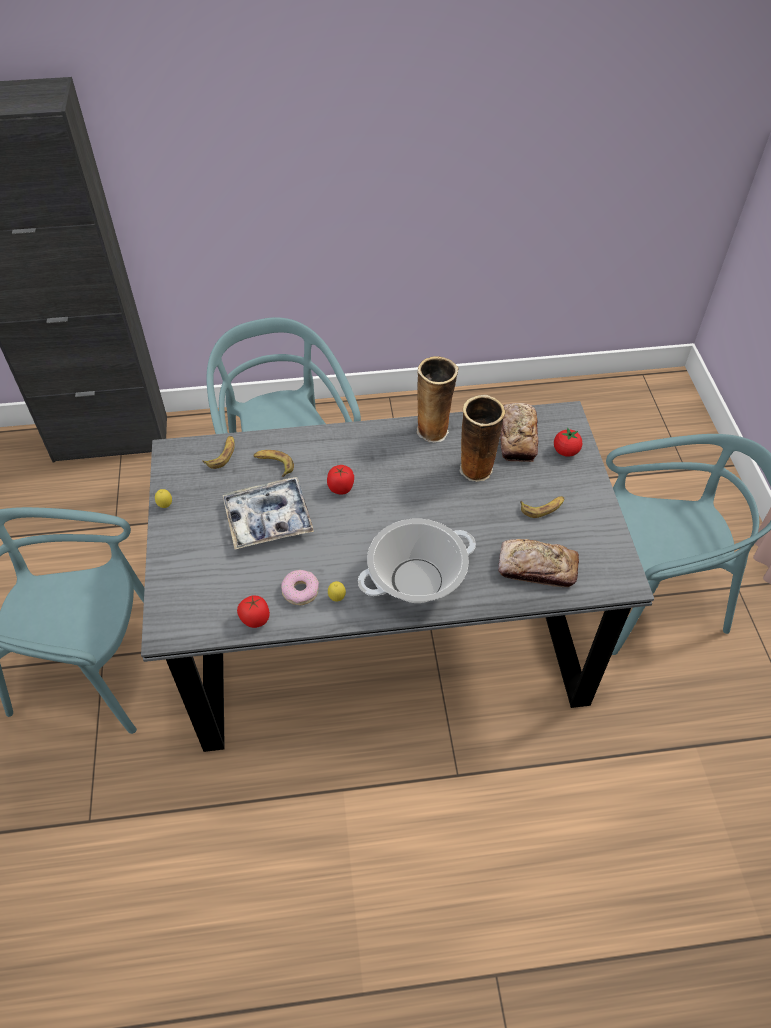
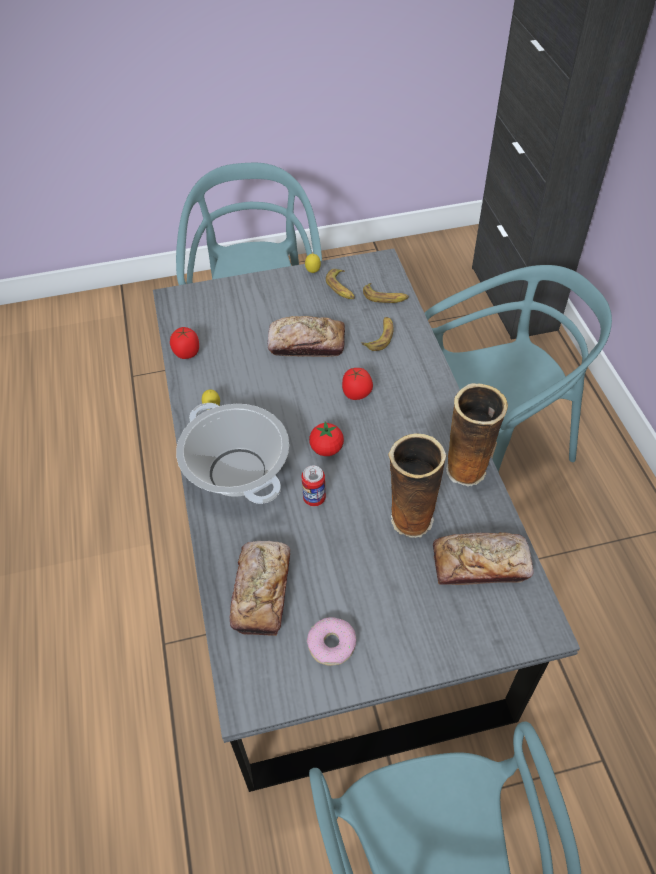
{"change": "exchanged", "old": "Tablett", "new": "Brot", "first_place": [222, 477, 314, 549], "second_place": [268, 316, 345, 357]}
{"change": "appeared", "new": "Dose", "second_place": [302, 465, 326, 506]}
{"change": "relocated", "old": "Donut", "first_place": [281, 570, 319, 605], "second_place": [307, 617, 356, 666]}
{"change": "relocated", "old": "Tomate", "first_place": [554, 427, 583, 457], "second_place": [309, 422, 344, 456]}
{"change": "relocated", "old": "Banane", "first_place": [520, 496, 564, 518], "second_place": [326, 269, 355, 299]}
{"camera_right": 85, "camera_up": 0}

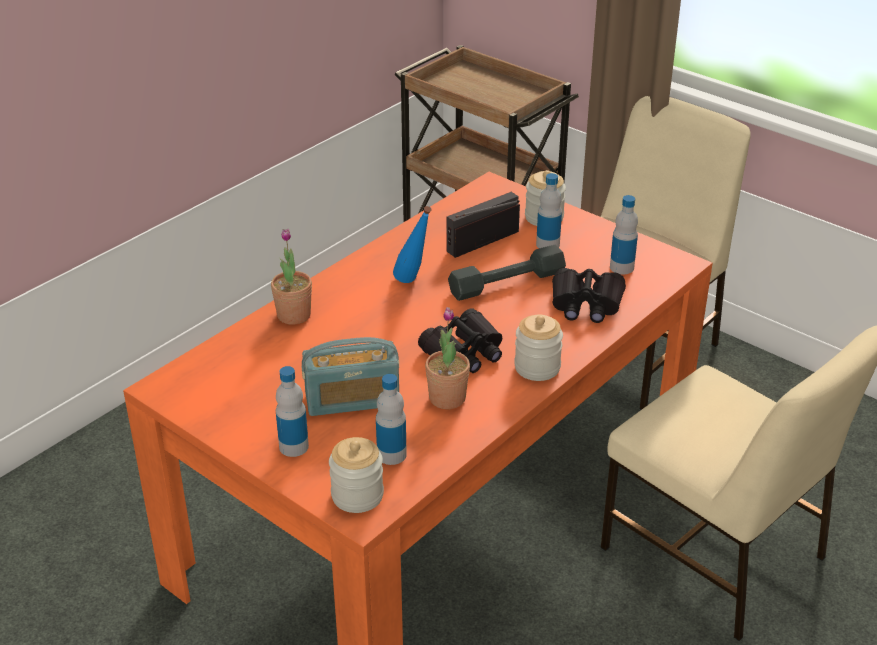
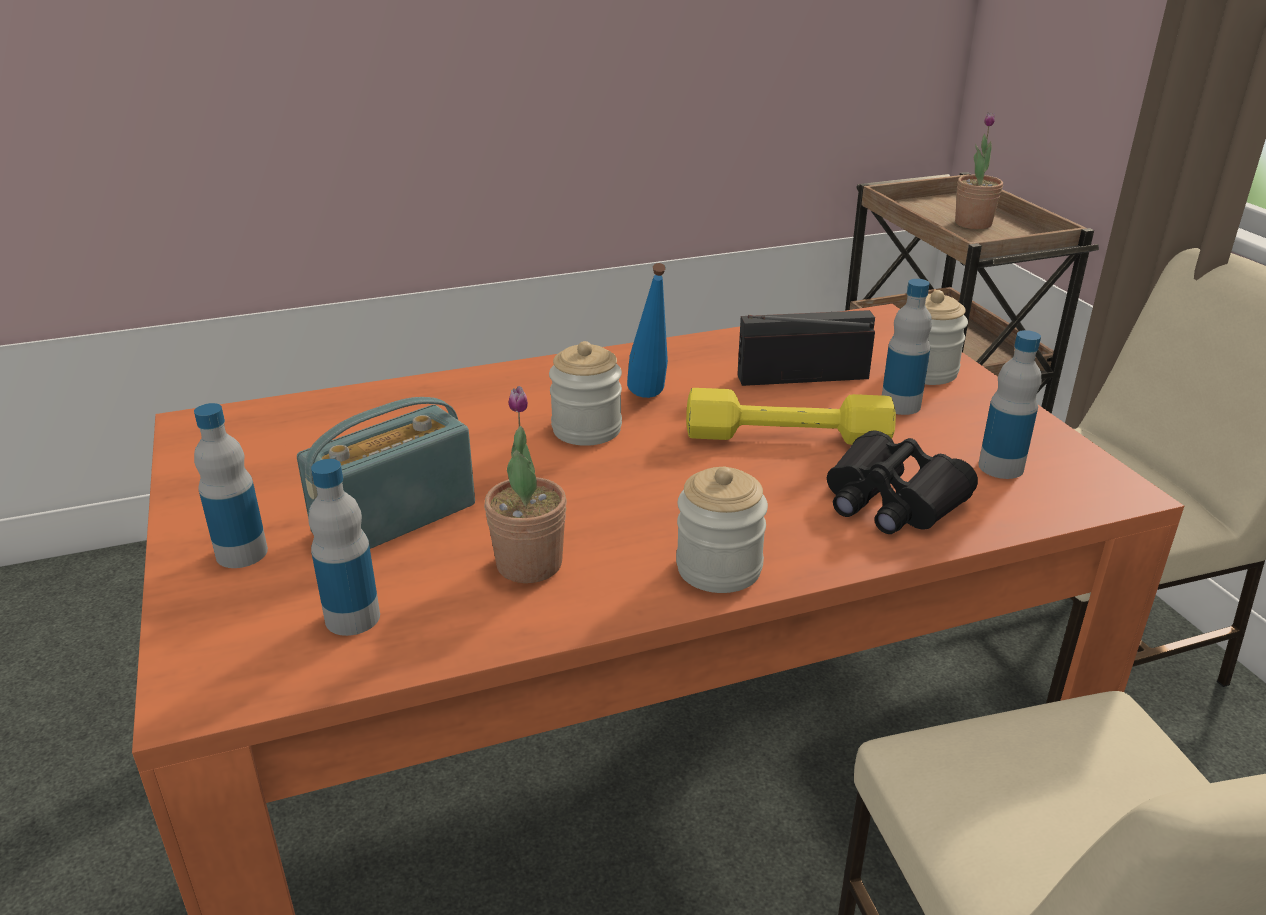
{"change": "spun", "old": "Radio", "first_place": [302, 337, 399, 416], "second_place": [297, 397, 475, 549], "degrees": 120}
{"change": "relocated", "old": "Vorratsglas", "first_place": [329, 437, 384, 513], "second_place": [549, 341, 622, 446]}
{"change": "colour", "old": "Hantel (grau)", "new": "Hantel (gelb)", "first_place": [448, 245, 566, 301], "second_place": [686, 388, 896, 445]}
{"change": "relocated", "old": "Topfpflanze", "first_place": [271, 228, 312, 325], "second_place": [955, 112, 1003, 229]}
{"change": "missing", "old": "Fernglas (schwarz)", "first_place": [418, 308, 502, 373]}
{"camera_right": 30, "camera_up": -5}

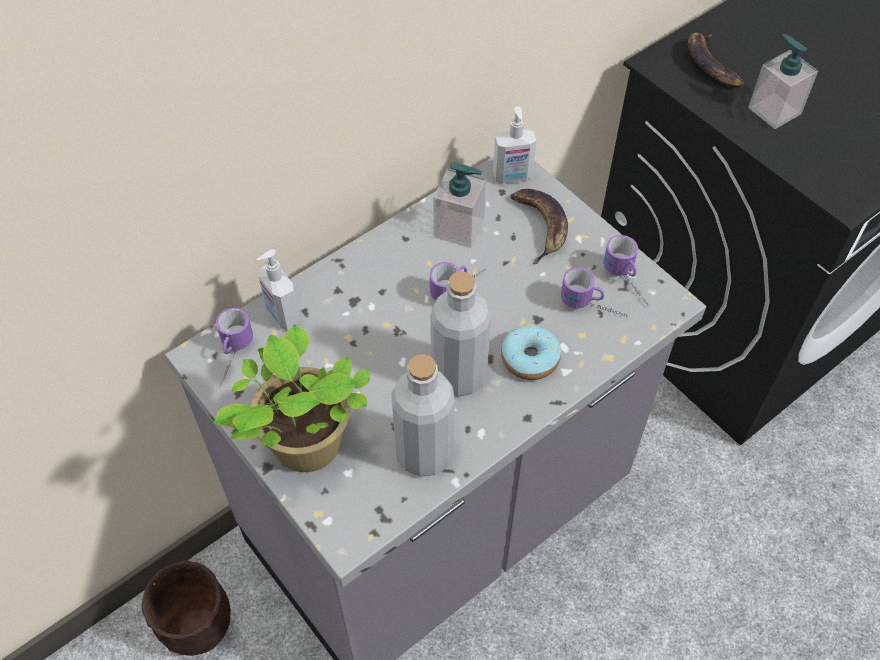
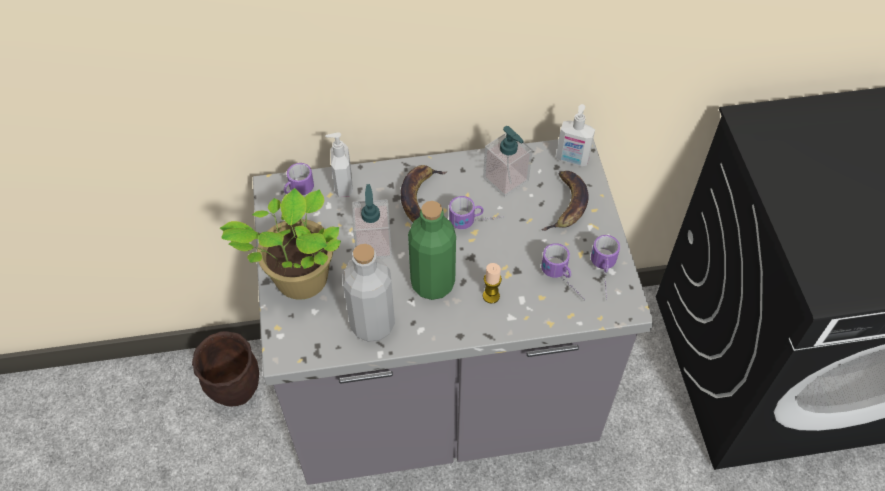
{"change": "relocated", "old": "Seifenspender", "first_place": [748, 34, 818, 129], "second_place": [352, 184, 392, 259]}
{"change": "relocated", "old": "Banane", "first_place": [688, 33, 744, 87], "second_place": [401, 165, 447, 222]}
{"change": "colour", "old": "Flasche (grau)", "new": "Flasche (grün)", "first_place": [430, 271, 491, 397], "second_place": [408, 201, 456, 300]}
{"change": "exchanged", "old": "Donut", "new": "Kerze", "first_place": [501, 325, 561, 380], "second_place": [483, 263, 502, 304]}
{"camera_right": 30, "camera_up": 0}

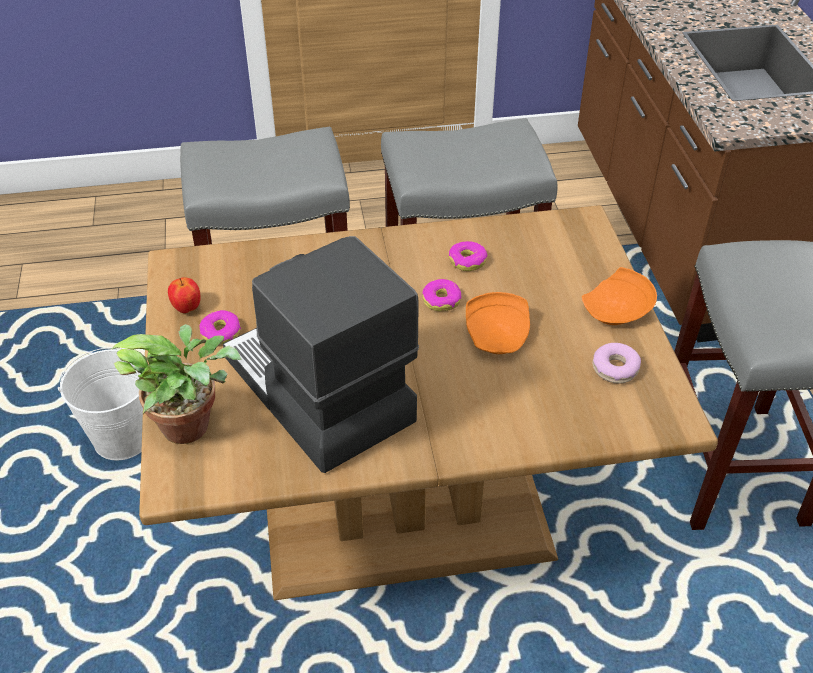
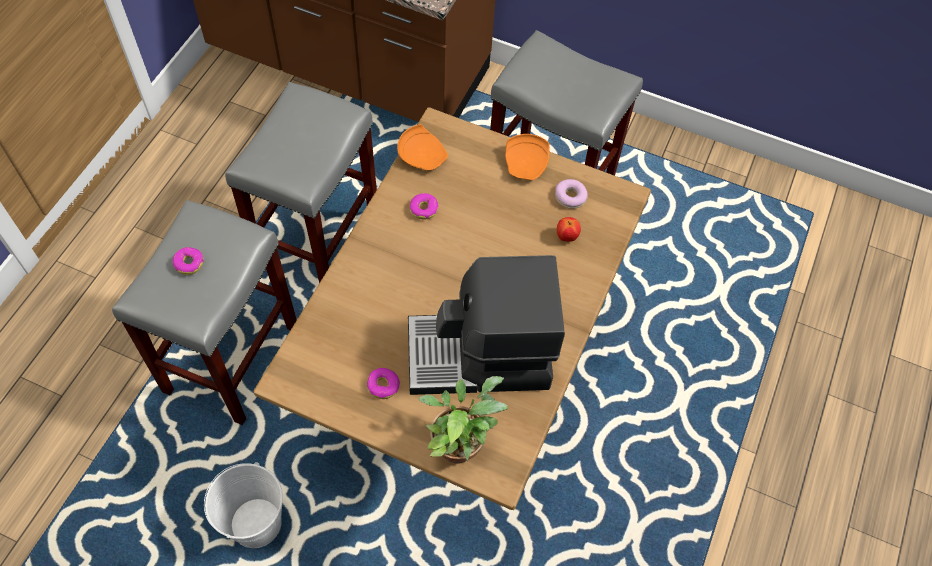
{"change": "relocated", "old": "Donut", "first_place": [422, 279, 461, 311], "second_place": [172, 247, 204, 275]}
{"change": "relocated", "old": "Teller (orange)", "first_place": [466, 292, 530, 354], "second_place": [397, 124, 448, 171]}
{"change": "relocated", "old": "Apfel", "first_place": [168, 277, 200, 313], "second_place": [557, 217, 581, 242]}
{"camera_right": -60, "camera_up": 15}

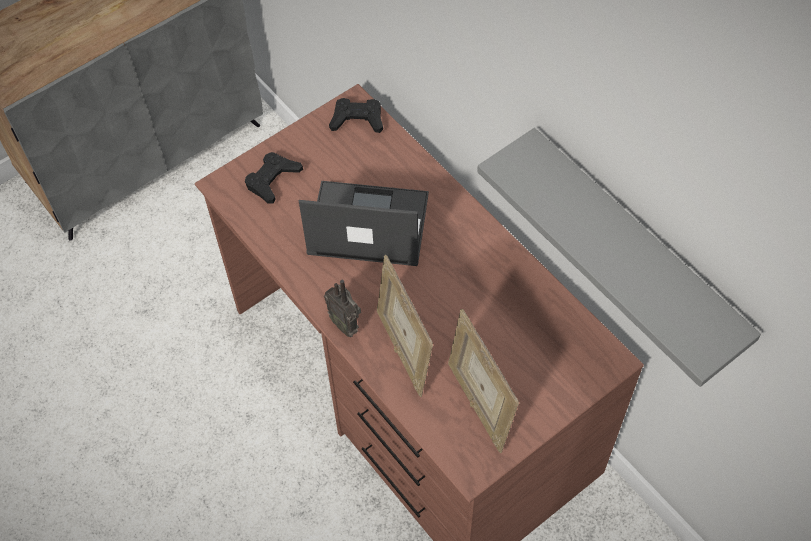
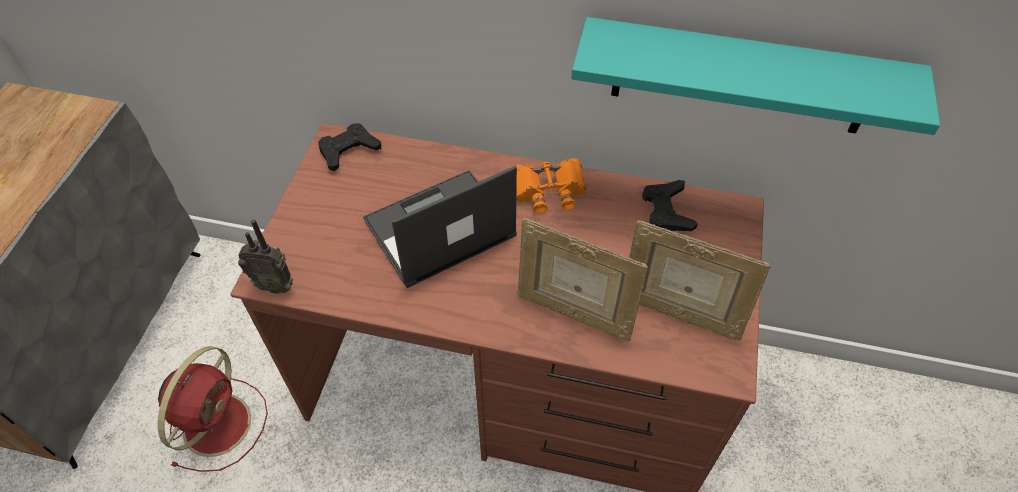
{"change": "appeared", "new": "Ventilator (rot)", "second_place": [158, 346, 268, 472]}
{"change": "relocated", "old": "Radio", "first_place": [324, 280, 361, 337], "second_place": [238, 219, 293, 294]}
{"change": "appeared", "new": "Fernglas (orange)", "second_place": [512, 158, 586, 213]}
{"change": "colour", "old": "Wandregal (grau)", "new": "Wandregal (türkis)", "first_place": [477, 128, 761, 387], "second_place": [571, 17, 940, 135]}
{"change": "relocated", "old": "Gamepad (schwarz)", "first_place": [245, 152, 303, 204], "second_place": [642, 180, 698, 231]}
{"camera_right": -40, "camera_up": -5}

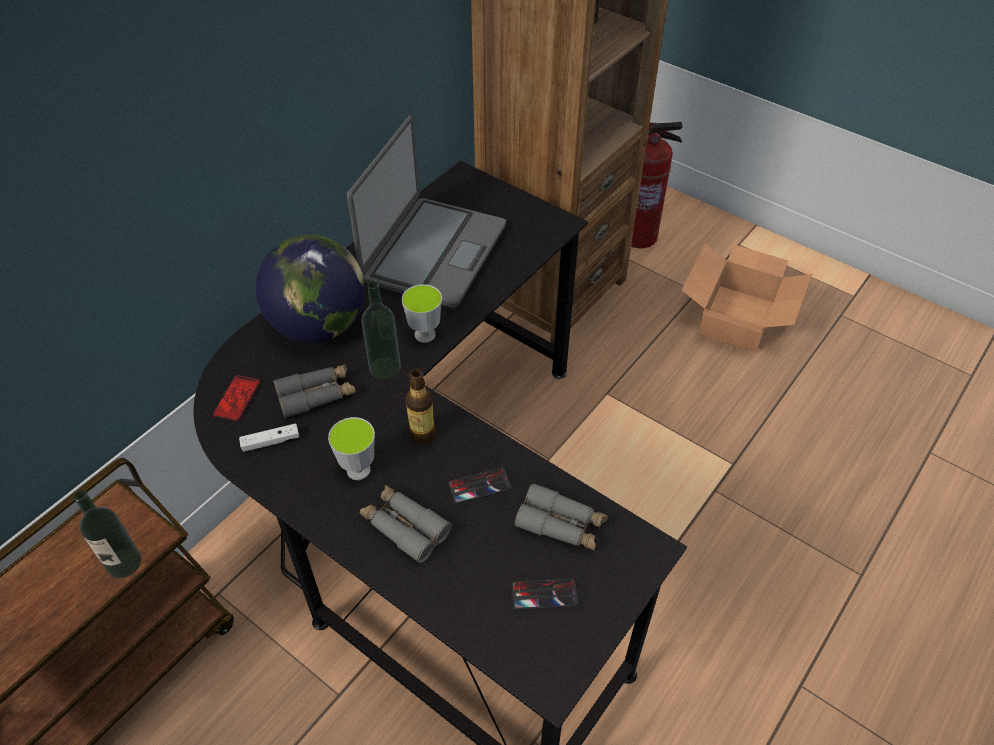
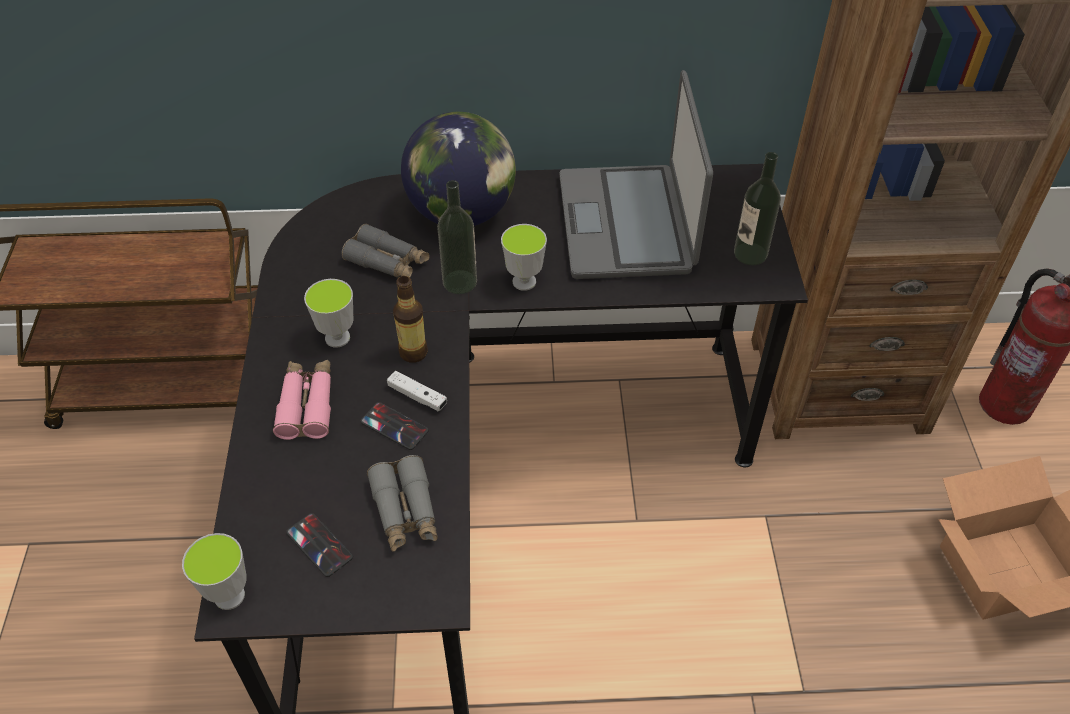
{"change": "appeared", "new": "Tasse", "second_place": [182, 533, 247, 610]}
{"change": "colour", "old": "Fernglas (grau)", "new": "Fernglas (rosa)", "first_place": [360, 485, 452, 563], "second_place": [273, 360, 331, 440]}
{"change": "relocated", "old": "Gamepad (weiß)", "first_place": [239, 423, 299, 452], "second_place": [387, 371, 447, 411]}
{"change": "spun", "old": "Laptop", "first_place": [347, 116, 506, 308], "second_place": [559, 70, 713, 279], "degrees": 105}
{"change": "relocated", "old": "Flasche", "first_place": [74, 490, 141, 578], "second_place": [734, 152, 781, 265]}
{"change": "missing", "old": "Handy", "first_place": [213, 375, 260, 422]}
{"camera_right": 50, "camera_up": 0}

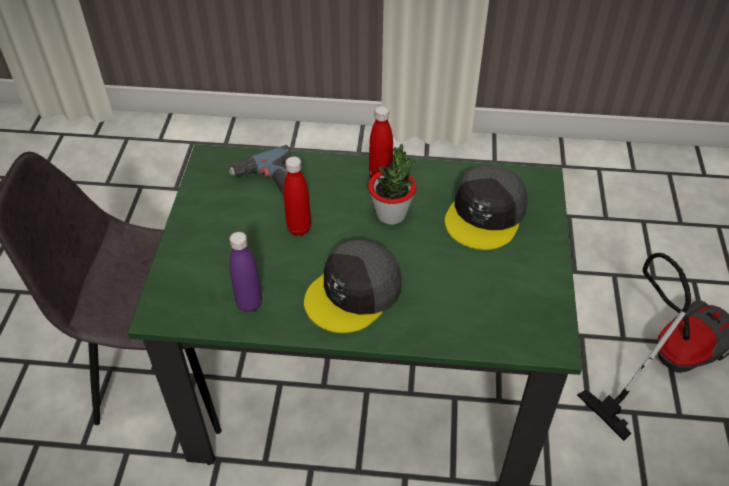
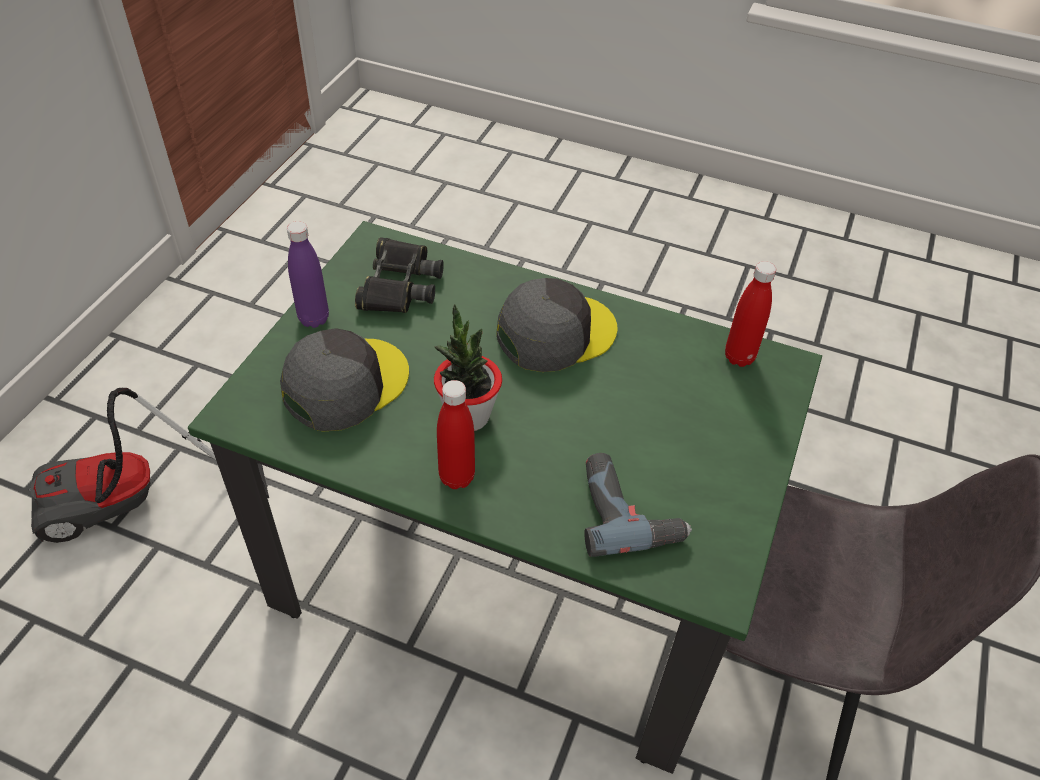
{"change": "relocated", "old": "Flasche (lila)", "first_place": [229, 232, 262, 312], "second_place": [287, 221, 329, 328]}
{"change": "appeared", "new": "Fernglas (schwarz)", "second_place": [355, 237, 444, 313]}
{"change": "relocated", "old": "Flasche (rot)", "first_place": [283, 156, 311, 236], "second_place": [725, 261, 776, 367]}
{"camera_right": -165, "camera_up": 0}

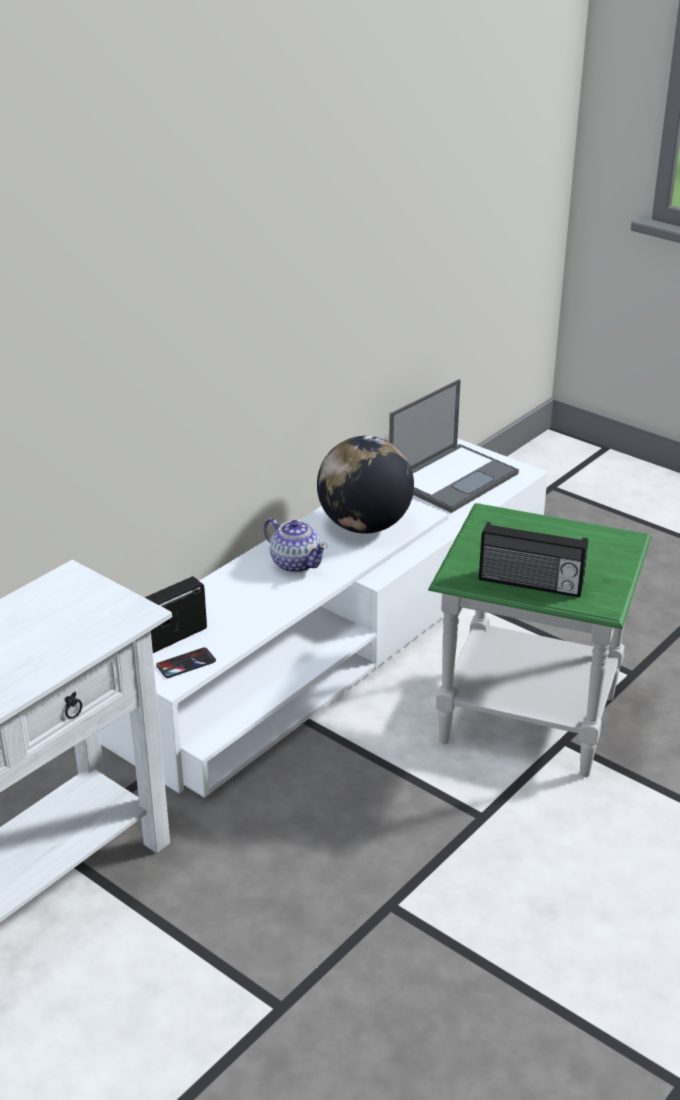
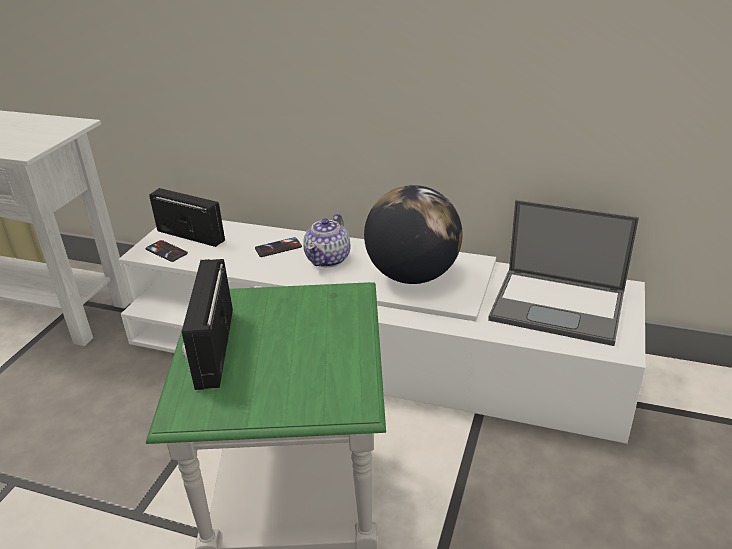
{"change": "appeared", "new": "Handy", "second_place": [255, 237, 302, 257]}
{"camera_right": 70, "camera_up": 0}

